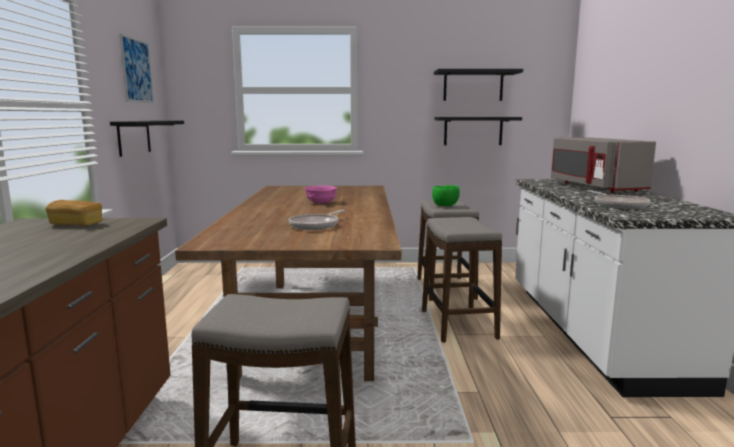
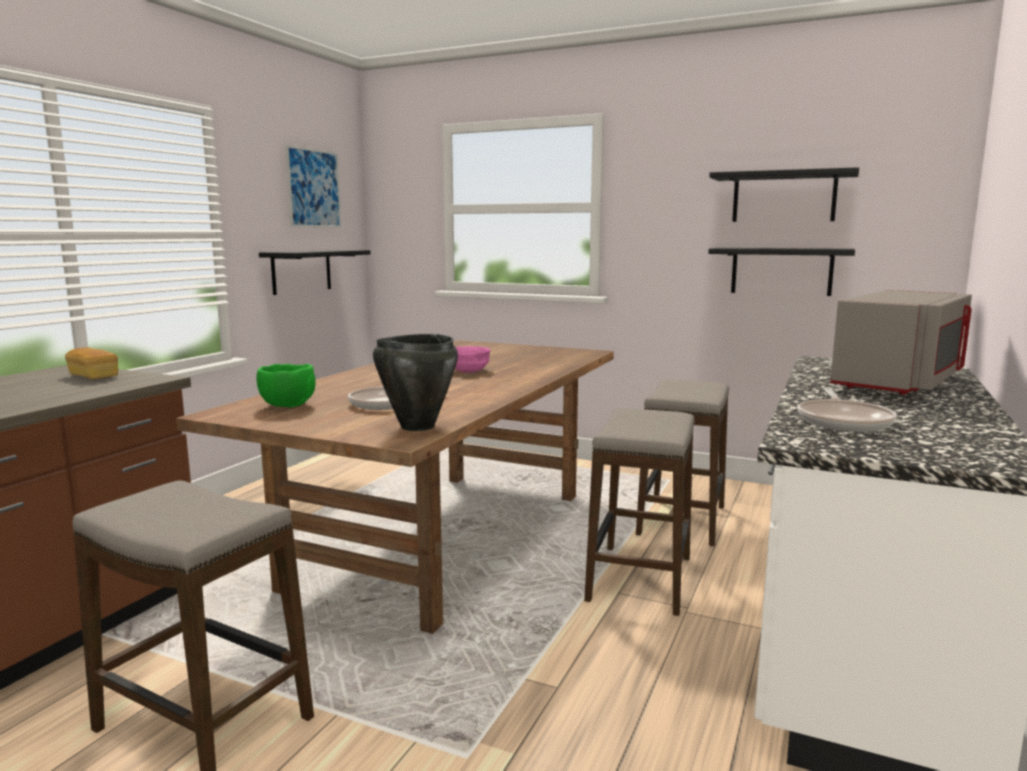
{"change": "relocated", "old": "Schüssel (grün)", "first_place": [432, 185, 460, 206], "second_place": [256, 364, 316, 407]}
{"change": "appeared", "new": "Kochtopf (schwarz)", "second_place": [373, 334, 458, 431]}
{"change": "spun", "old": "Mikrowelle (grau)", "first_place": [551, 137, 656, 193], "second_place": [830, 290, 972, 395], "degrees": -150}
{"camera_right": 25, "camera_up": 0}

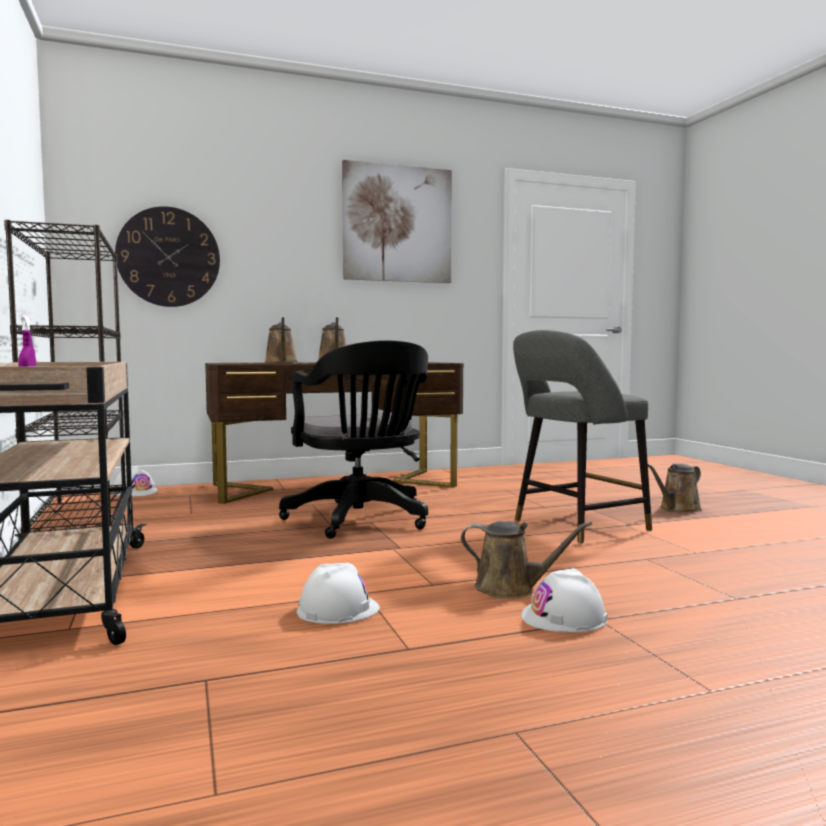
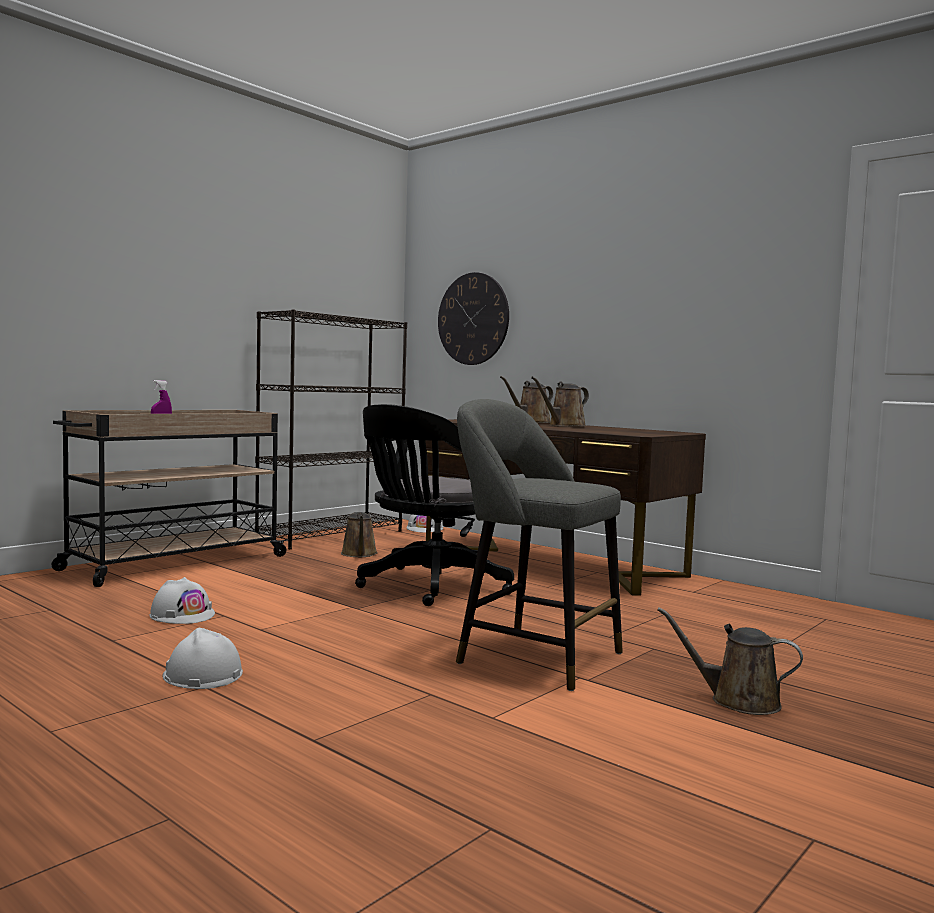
{"change": "relocated", "old": "Gießkanne (braun)", "first_place": [461, 521, 592, 599], "second_place": [341, 512, 378, 557]}
{"change": "missing", "old": "Bild", "first_place": [342, 160, 452, 283]}
{"camera_right": 60, "camera_up": 0}

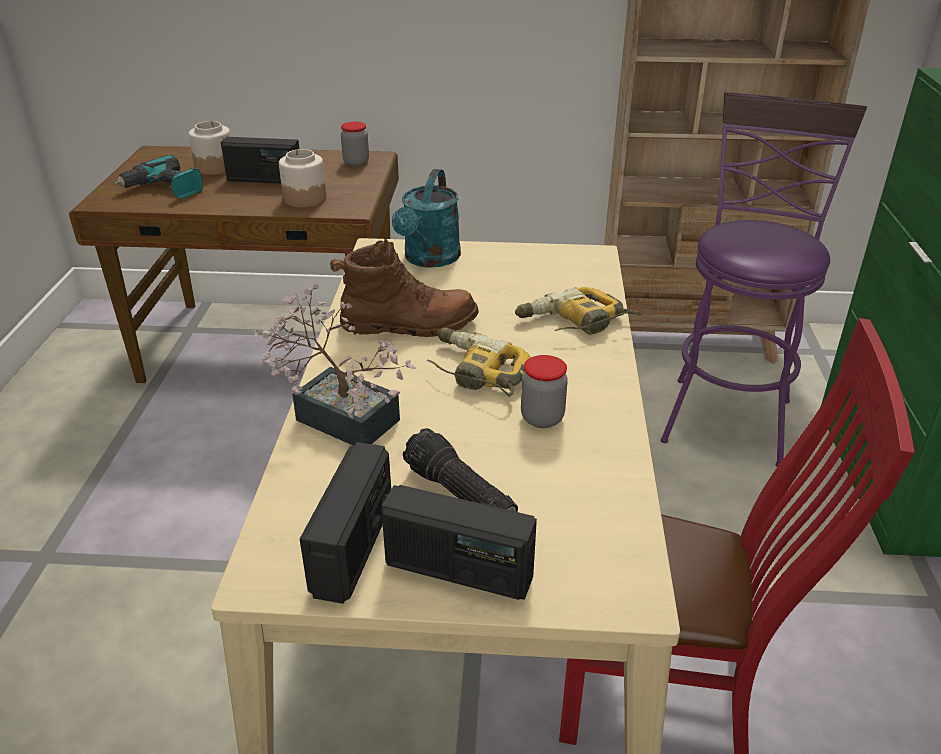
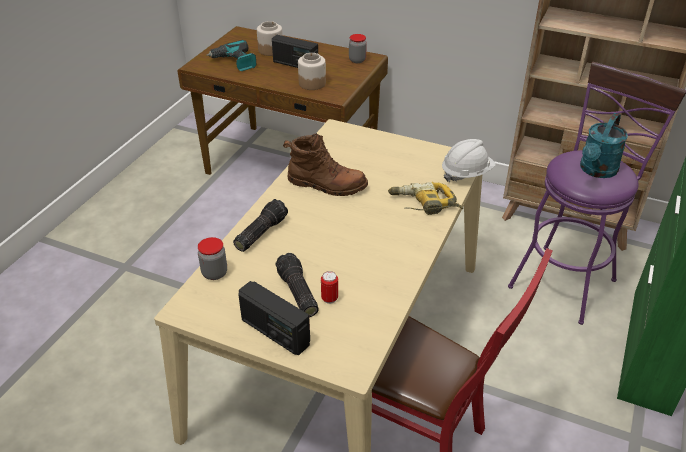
{"change": "relocated", "old": "Vorratsglas", "first_place": [521, 355, 568, 428], "second_place": [198, 237, 227, 280]}
{"change": "exchanged", "old": "Topfpflanze", "new": "Taschenlampe", "first_place": [253, 285, 416, 445], "second_place": [233, 199, 288, 252]}
{"change": "appeared", "new": "Dose", "second_place": [321, 271, 338, 304]}
{"change": "appeared", "new": "Schutzhelm (weiß)", "second_place": [442, 139, 496, 182]}
{"change": "relocated", "old": "Gießkanne (türkis)", "first_place": [392, 169, 461, 268], "second_place": [580, 113, 628, 178]}
{"change": "missing", "old": "Radio", "first_place": [300, 442, 391, 604]}
{"change": "missing", "old": "Bohrmaschine", "first_place": [427, 328, 530, 397]}
{"camera_right": 20, "camera_up": 5}

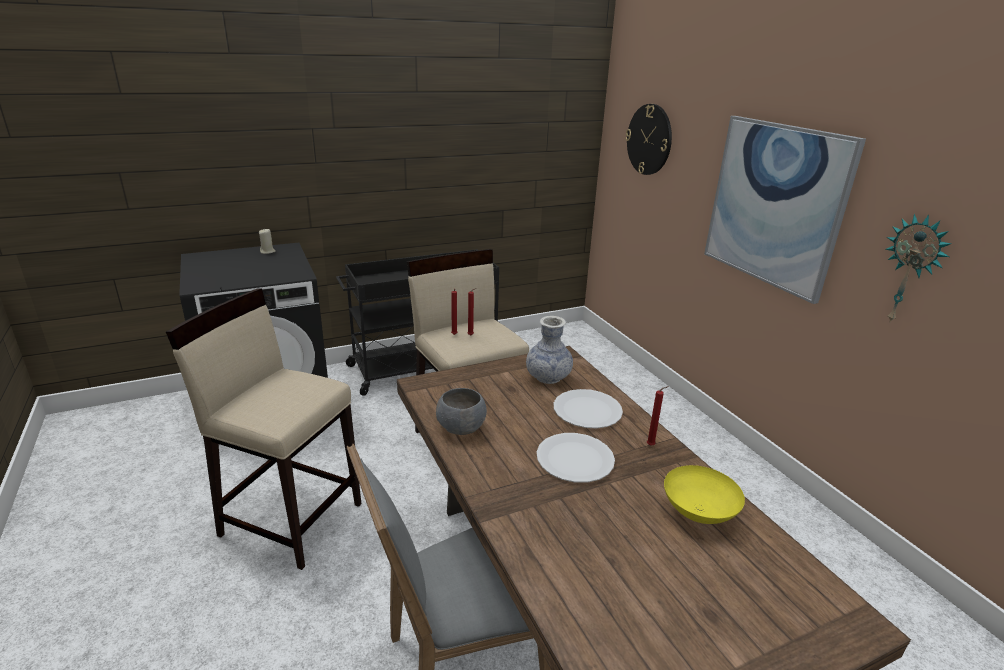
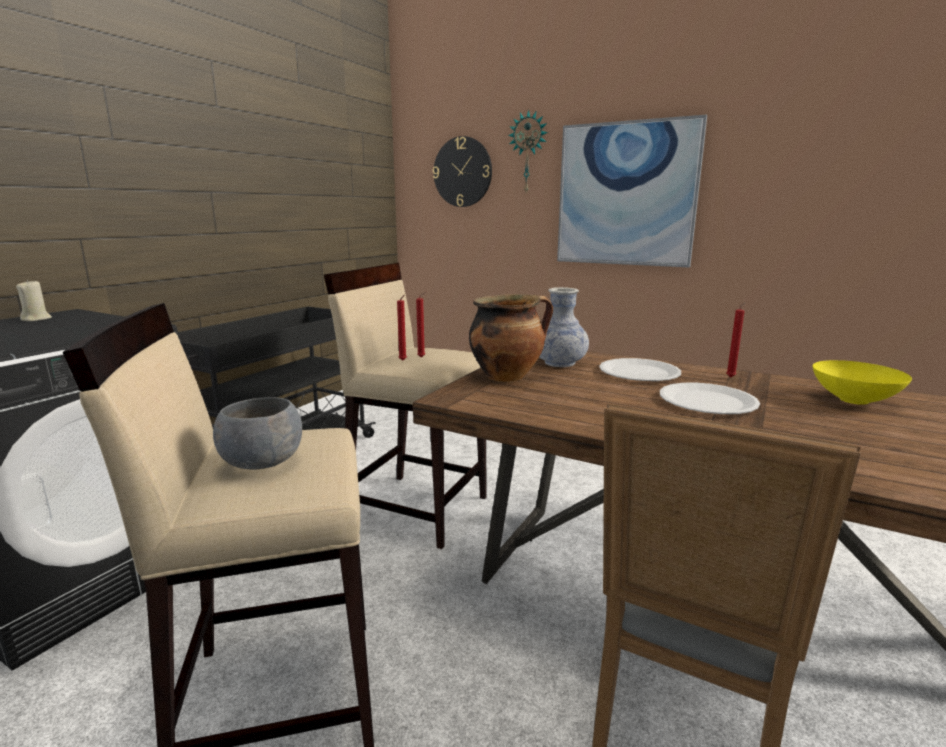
{"change": "relocated", "old": "Schüssel (grau)", "first_place": [436, 388, 487, 435], "second_place": [213, 397, 302, 470]}
{"change": "appeared", "new": "Kochtopf", "second_place": [469, 294, 553, 382]}
{"change": "relocated", "old": "Wanduhr", "first_place": [885, 213, 952, 323], "second_place": [508, 110, 548, 192]}
{"camera_right": -35, "camera_up": -10}

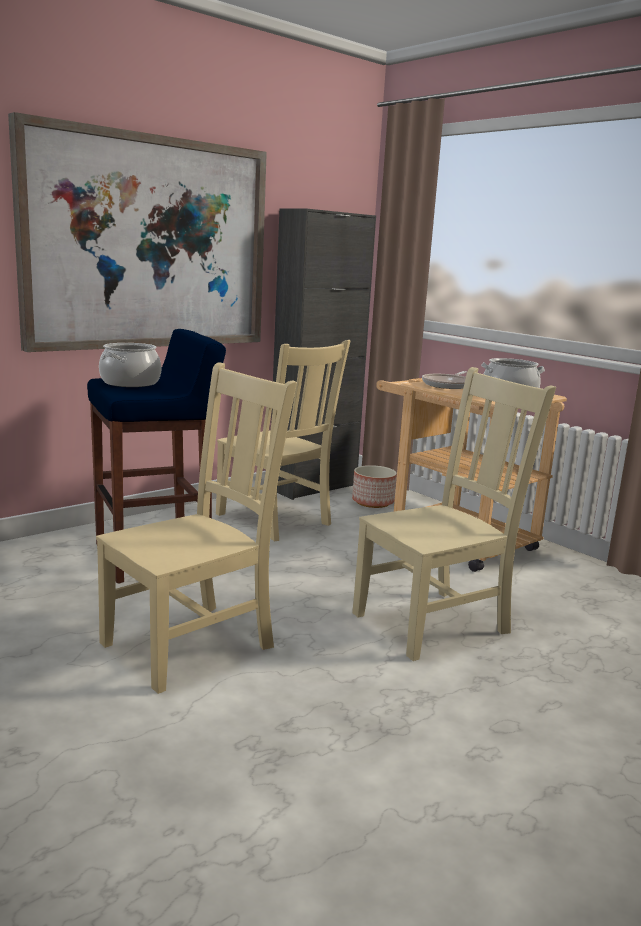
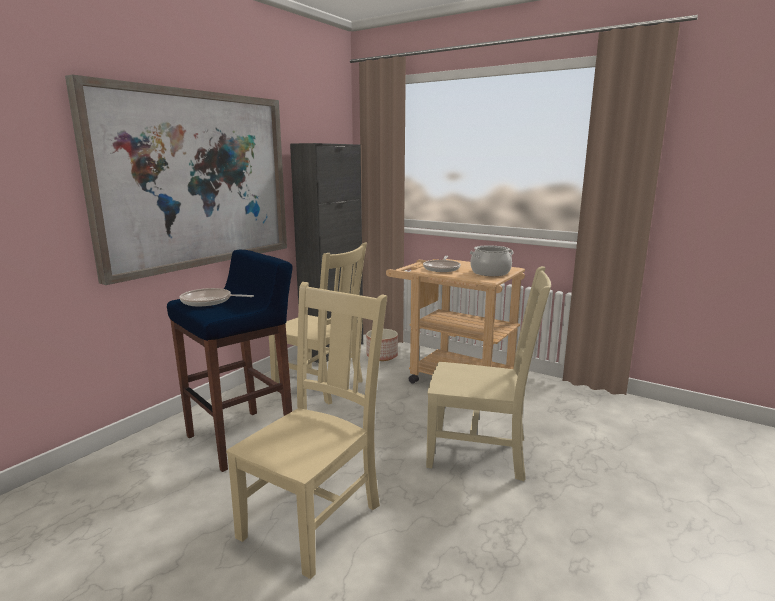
{"change": "exchanged", "old": "Kochtopf", "new": "Pfanne", "first_place": [99, 343, 161, 387], "second_place": [179, 288, 254, 306]}
{"change": "spun", "old": "Stuhl (beige)", "first_place": [352, 367, 556, 661], "second_place": [426, 266, 551, 481], "degrees": 60}
{"camera_right": -15, "camera_up": 0}

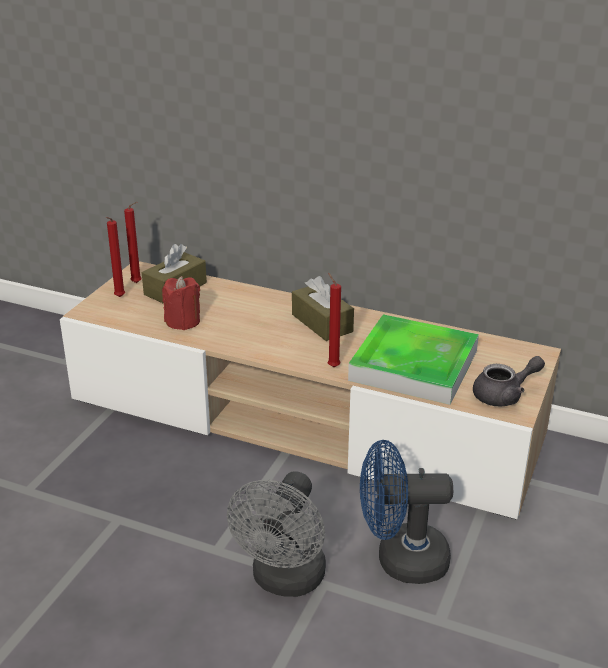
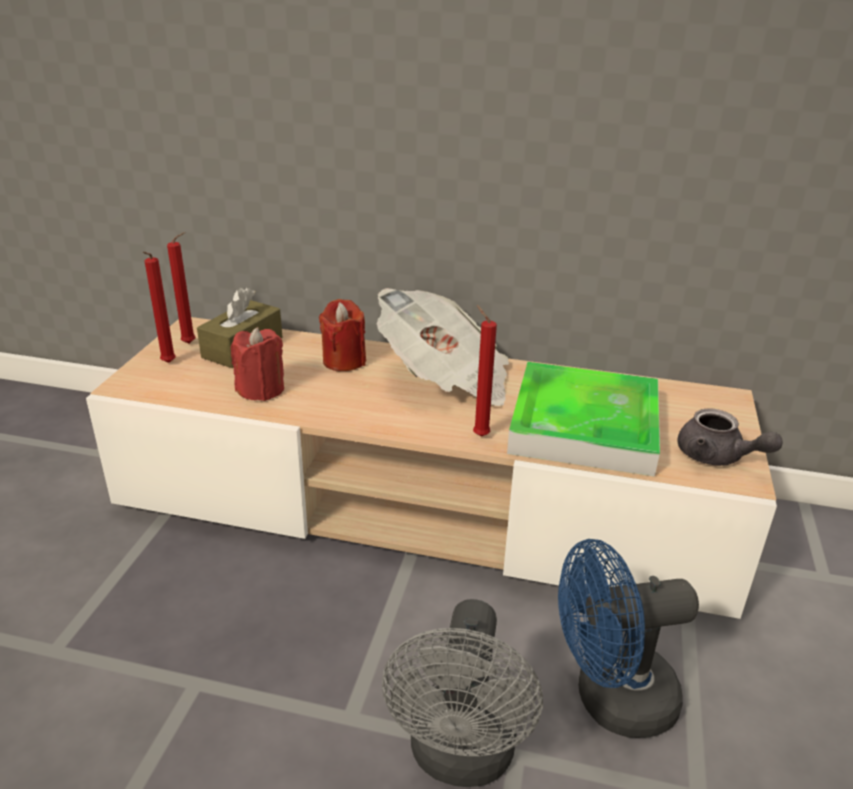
{"change": "appeared", "new": "Kerze (rot)", "second_place": [319, 299, 366, 371]}
{"change": "exchanged", "old": "Taschentuchbox (braun)", "new": "Zeitung", "first_place": [292, 276, 354, 341], "second_place": [376, 288, 509, 406]}
{"change": "spun", "old": "Teekanne (grau)", "first_place": [473, 356, 545, 407], "second_place": [677, 408, 783, 466], "degrees": 75}
{"camera_right": -10, "camera_up": 0}

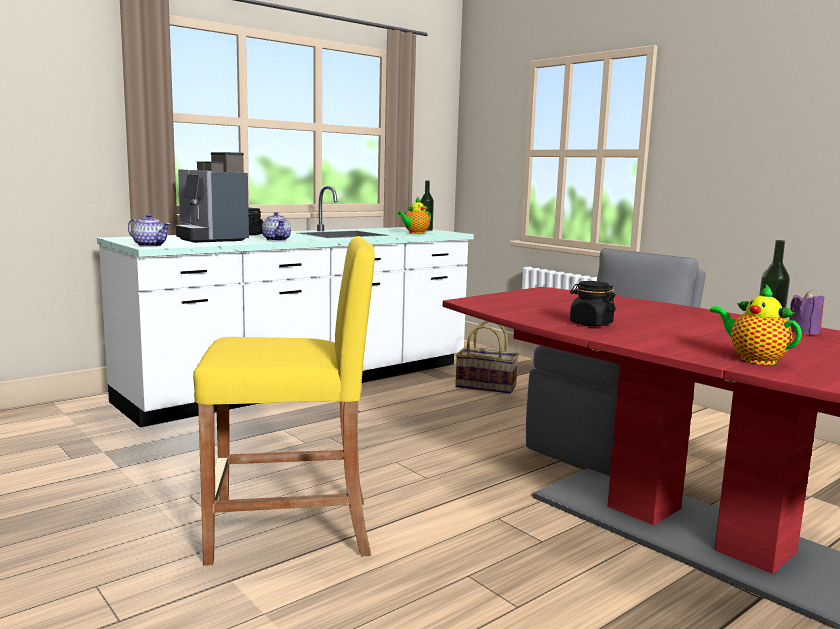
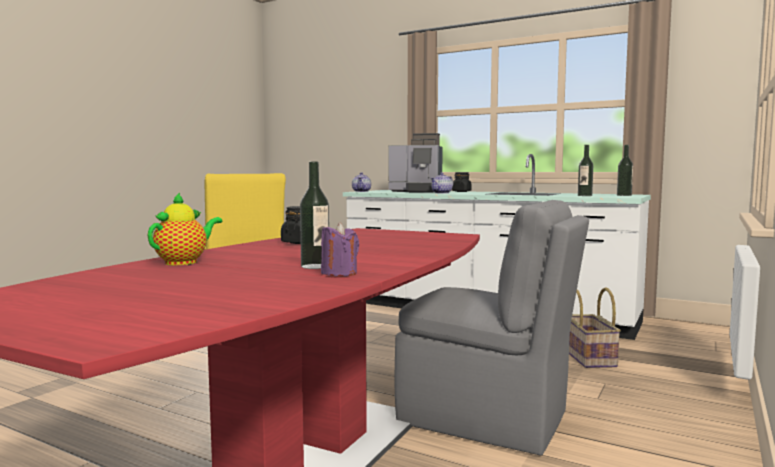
{"change": "spun", "old": "Kaffeemaschine", "first_place": [176, 152, 249, 243], "second_place": [388, 133, 443, 193], "degrees": -105}
{"change": "exchanged", "old": "Teekanne", "new": "Flasche", "first_place": [396, 197, 431, 234], "second_place": [578, 145, 593, 196]}
{"camera_right": 70, "camera_up": -5}

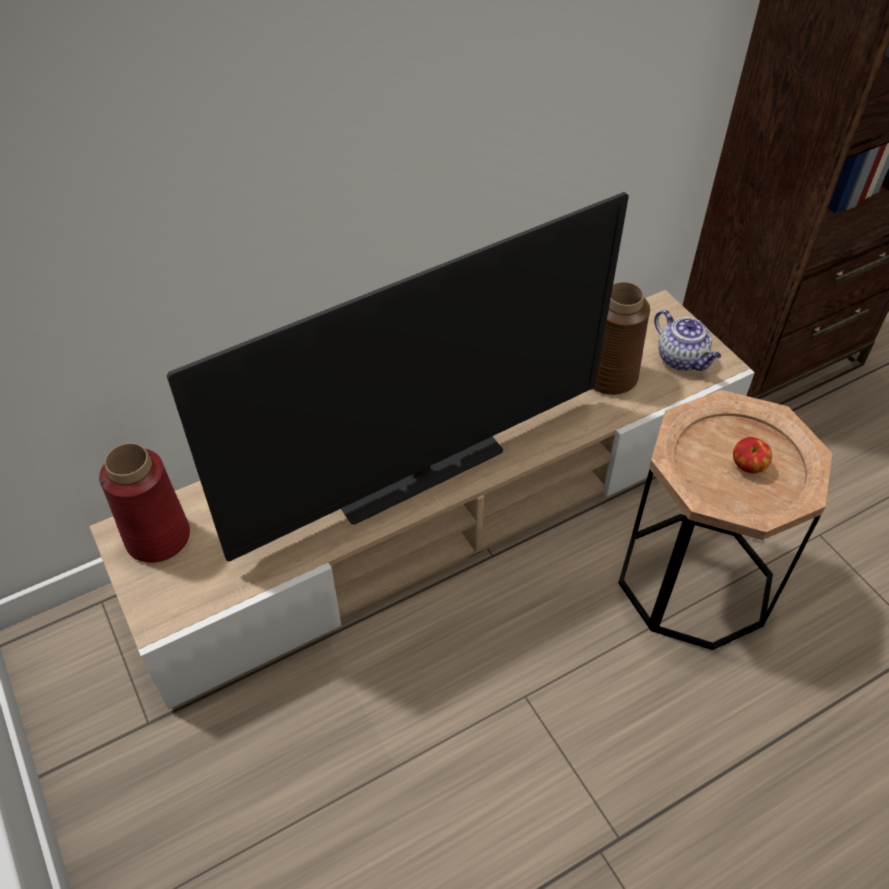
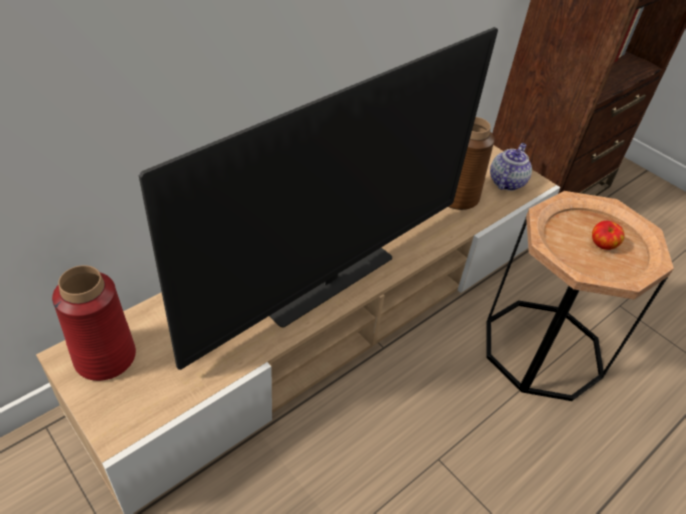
{"change": "spun", "old": "Teekanne", "first_place": [654, 310, 721, 371], "second_place": [490, 143, 532, 191], "degrees": -105}
{"camera_right": -15, "camera_up": -5}

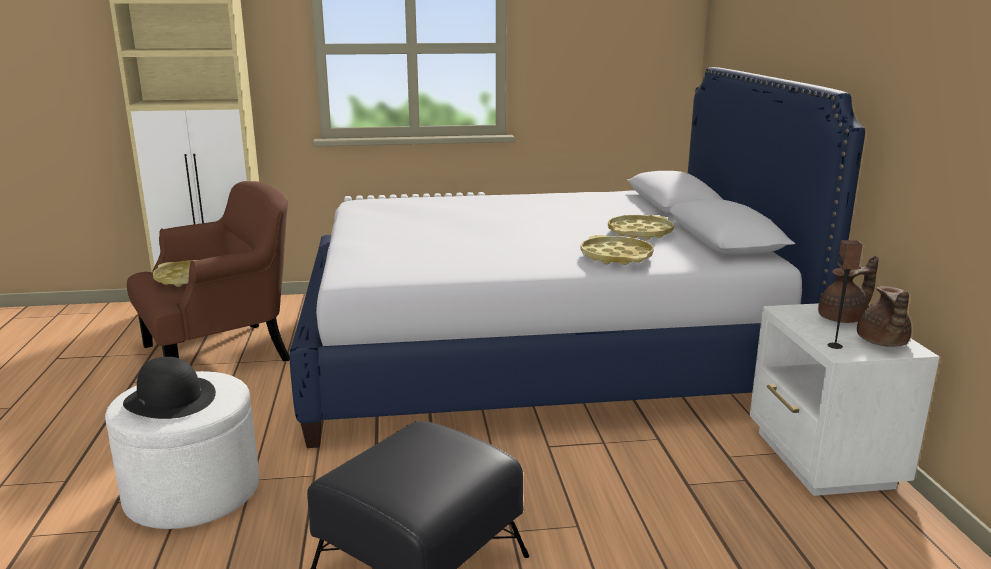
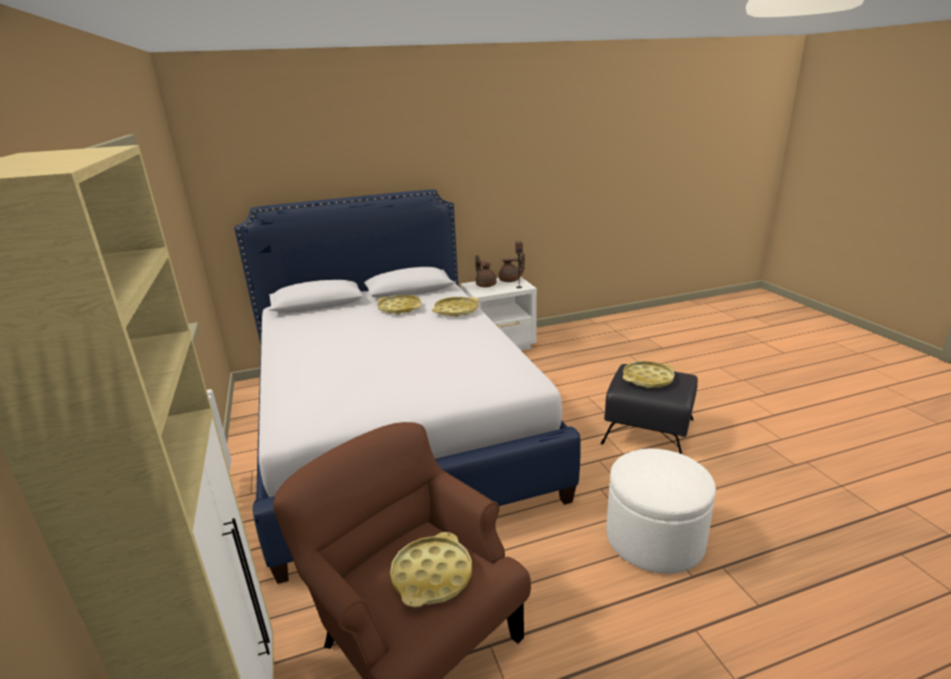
{"change": "appeared", "new": "Tablett (gelb)", "second_place": [623, 361, 675, 388]}
{"change": "missing", "old": "Hut (schwarz)", "first_place": [123, 357, 216, 419]}
{"camera_right": -100, "camera_up": 5}

